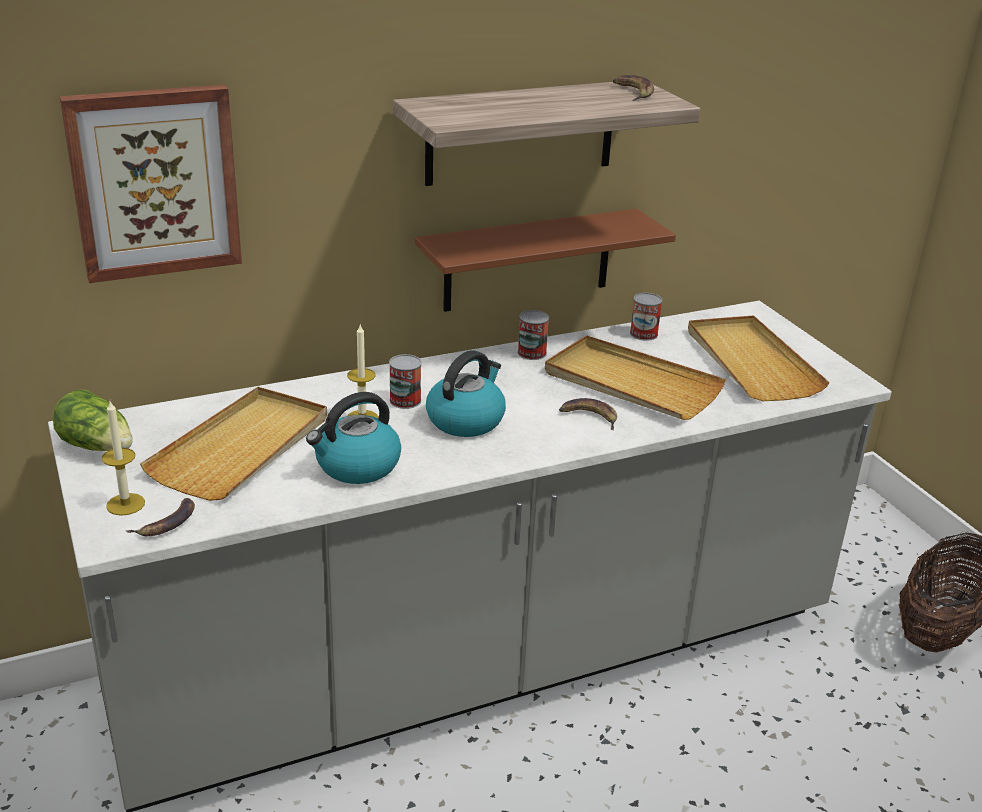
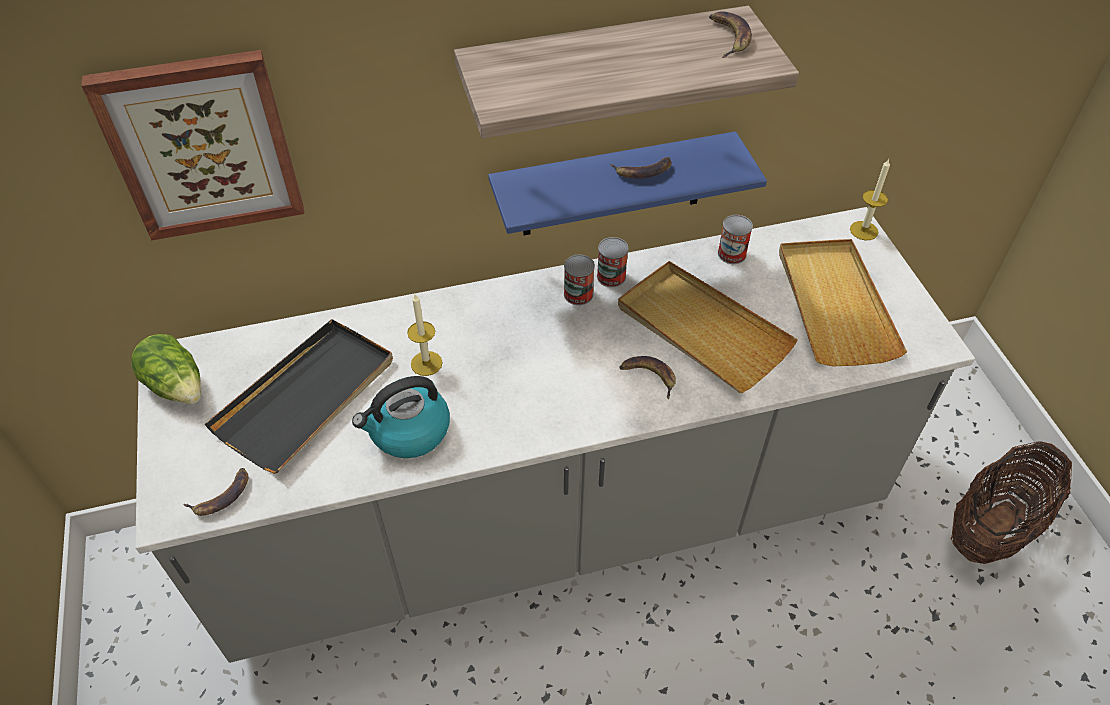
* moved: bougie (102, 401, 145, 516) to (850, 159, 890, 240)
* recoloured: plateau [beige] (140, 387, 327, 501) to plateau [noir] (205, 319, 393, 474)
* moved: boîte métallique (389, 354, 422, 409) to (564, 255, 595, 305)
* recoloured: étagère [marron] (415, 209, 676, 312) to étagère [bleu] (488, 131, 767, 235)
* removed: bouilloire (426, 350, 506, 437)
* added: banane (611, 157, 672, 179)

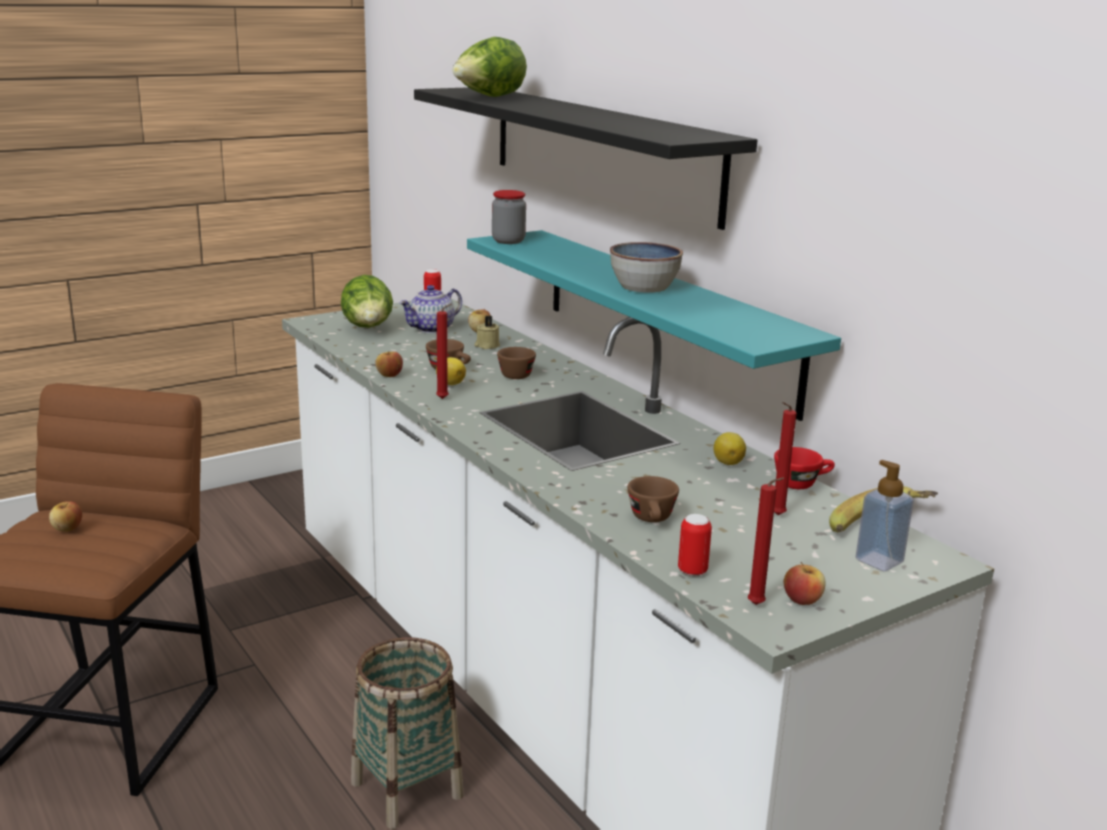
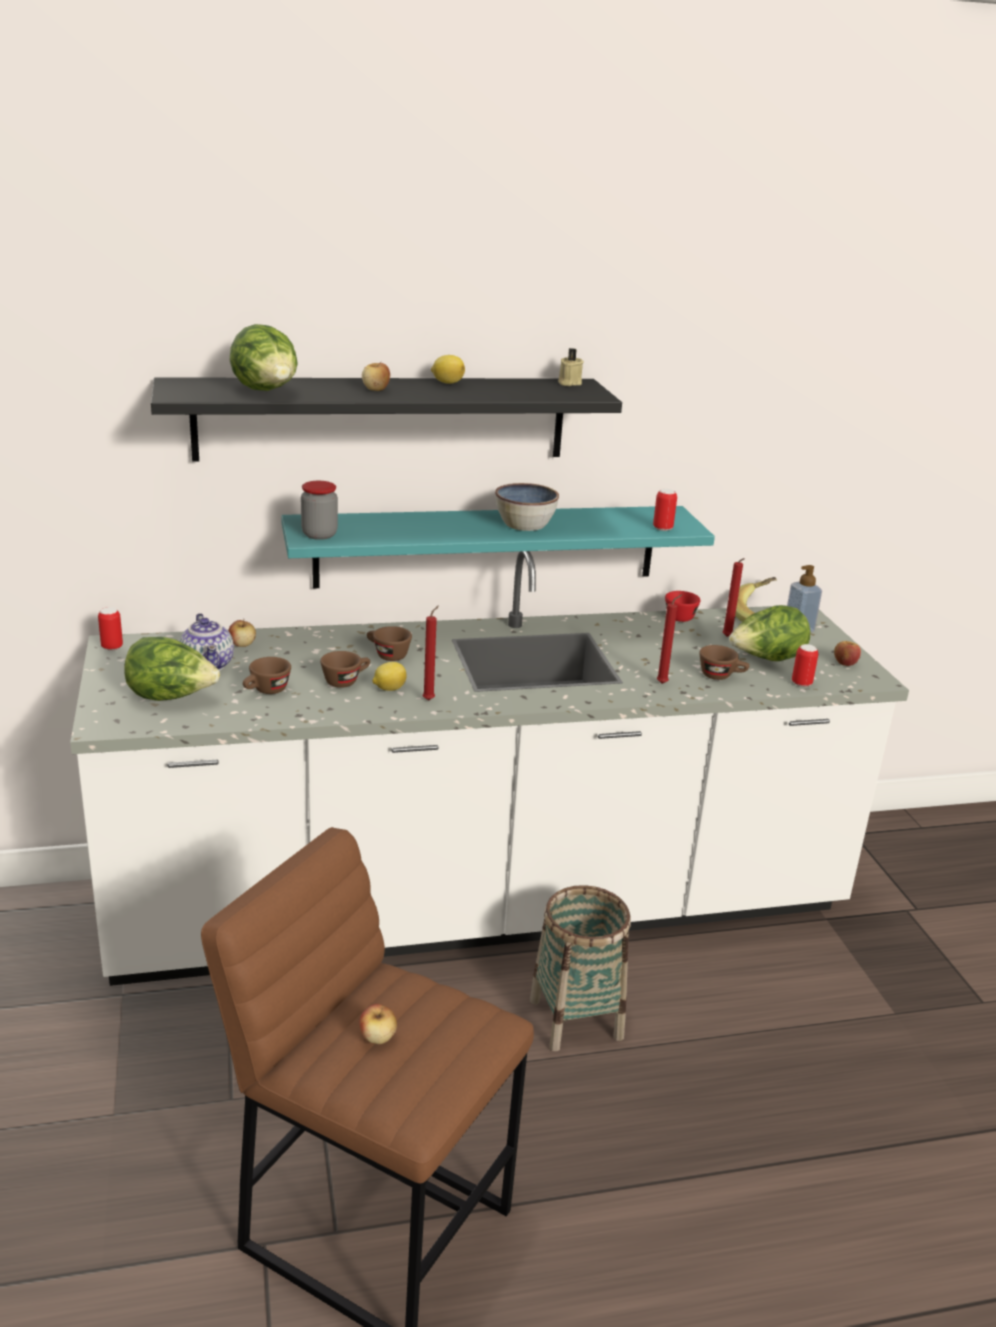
* moved: pomme (375, 352, 403, 377) to (362, 362, 390, 391)
* moved: bougie [beige] (474, 316, 500, 349) to (558, 348, 584, 386)
* moved: citron (714, 432, 746, 465) to (431, 355, 465, 384)
* moved: bougie [rouge] (748, 478, 784, 605) to (657, 595, 682, 684)
* added: tasse [marron] (243, 657, 291, 694)
* added: boîte métallique (653, 489, 677, 531)
* added: laitue (729, 605, 810, 661)

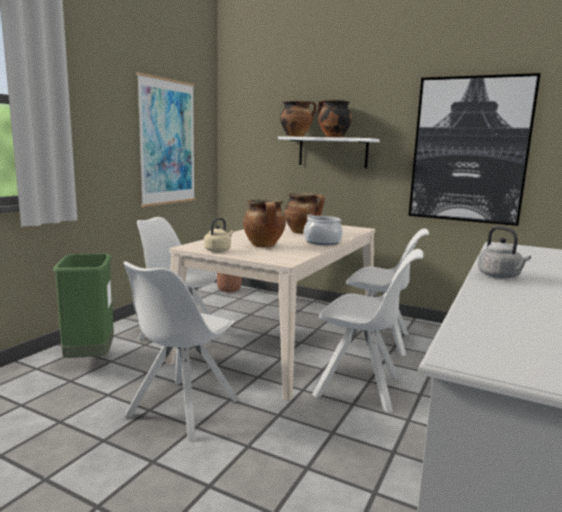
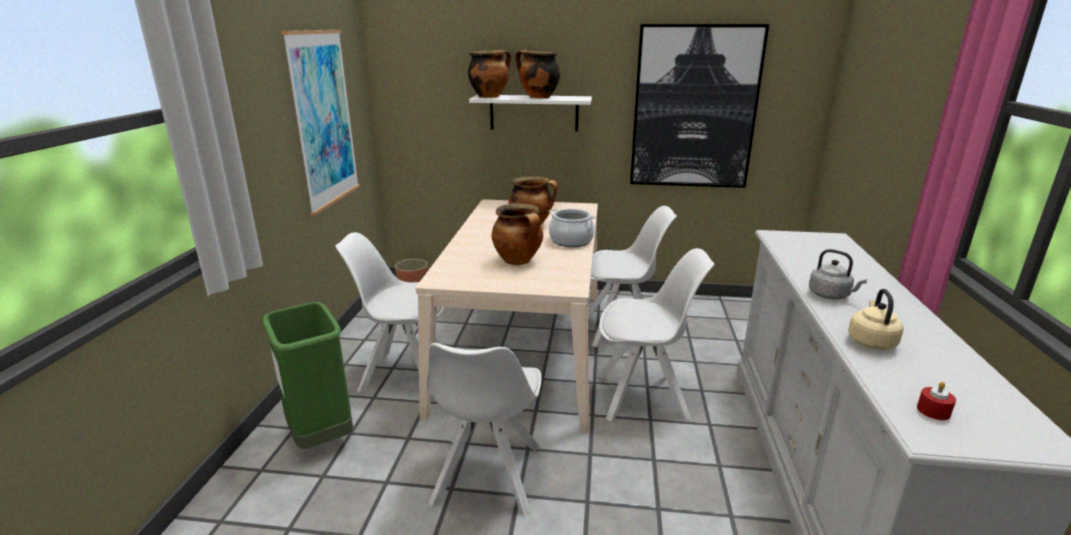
* moved: bouilloire [beige] (204, 218, 234, 252) to (848, 289, 904, 350)
* added: bougie [rouge] (917, 382, 956, 420)

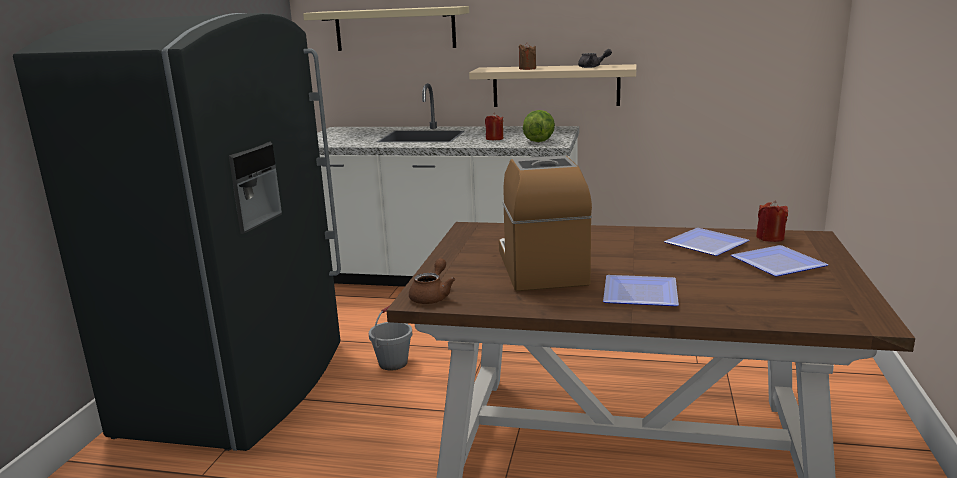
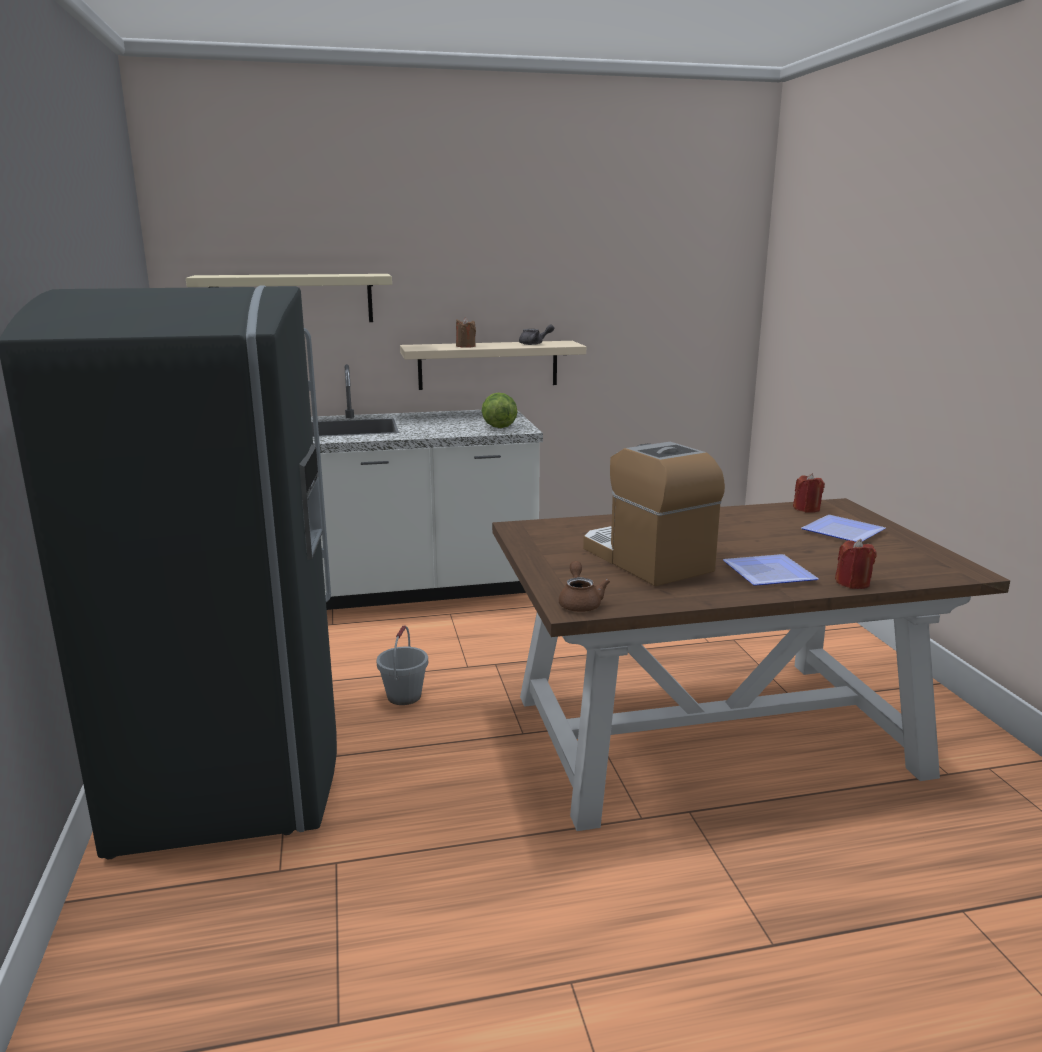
* moved: bougie [rouge] (485, 113, 503, 140) to (835, 539, 877, 589)
* removed: assiette (664, 228, 749, 256)

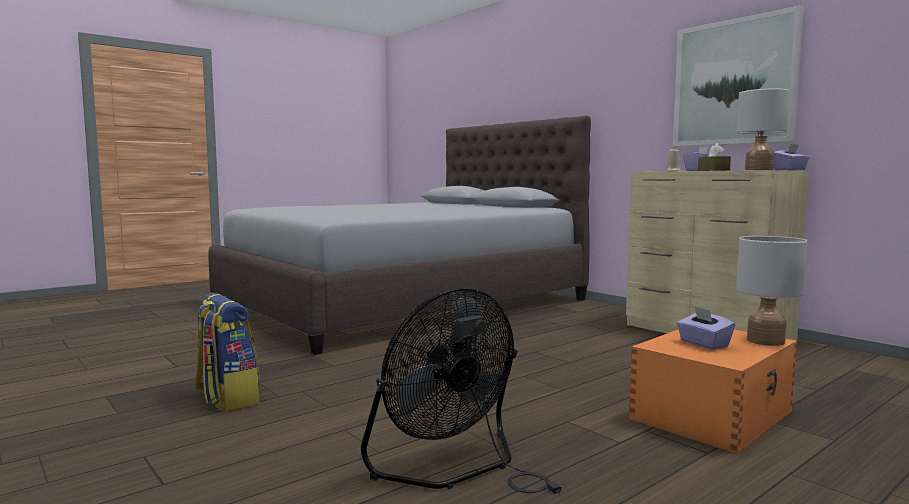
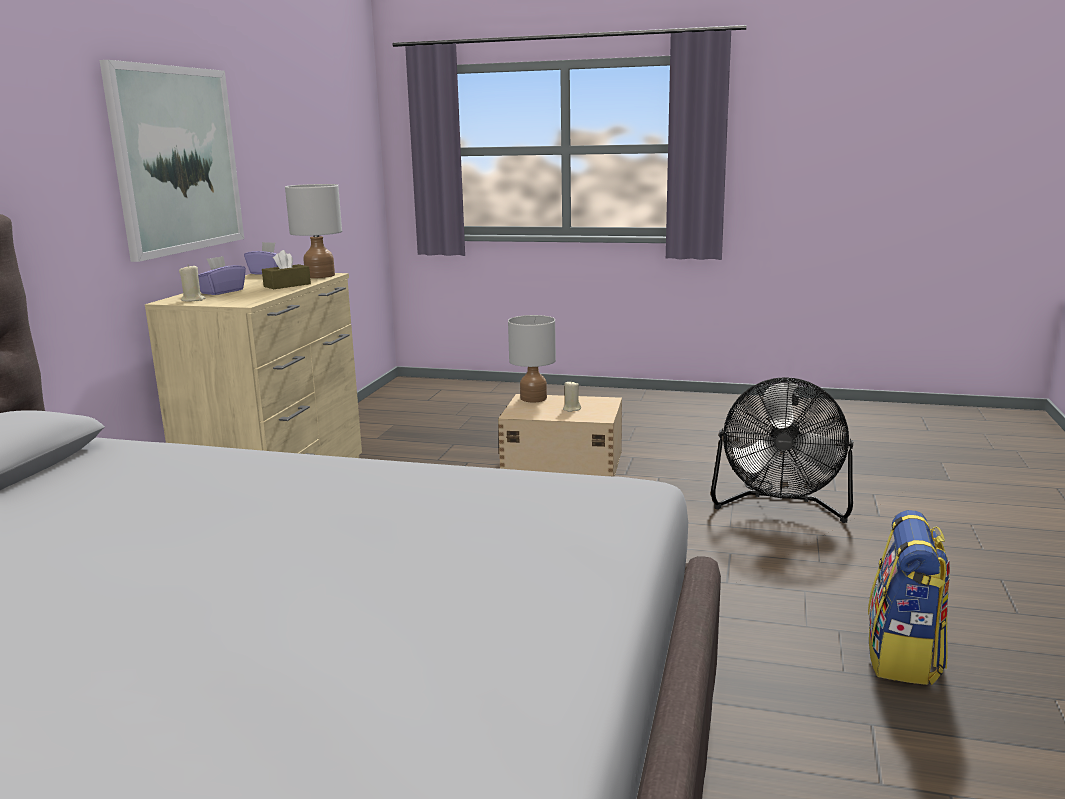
* recoloured: boîte de rangement [orange] (629, 329, 797, 454) to boîte de rangement [beige] (498, 394, 622, 476)
* replaced: boîte à mouchoirs [violet] (677, 306, 735, 350) to bougie [beige] (563, 380, 581, 412)

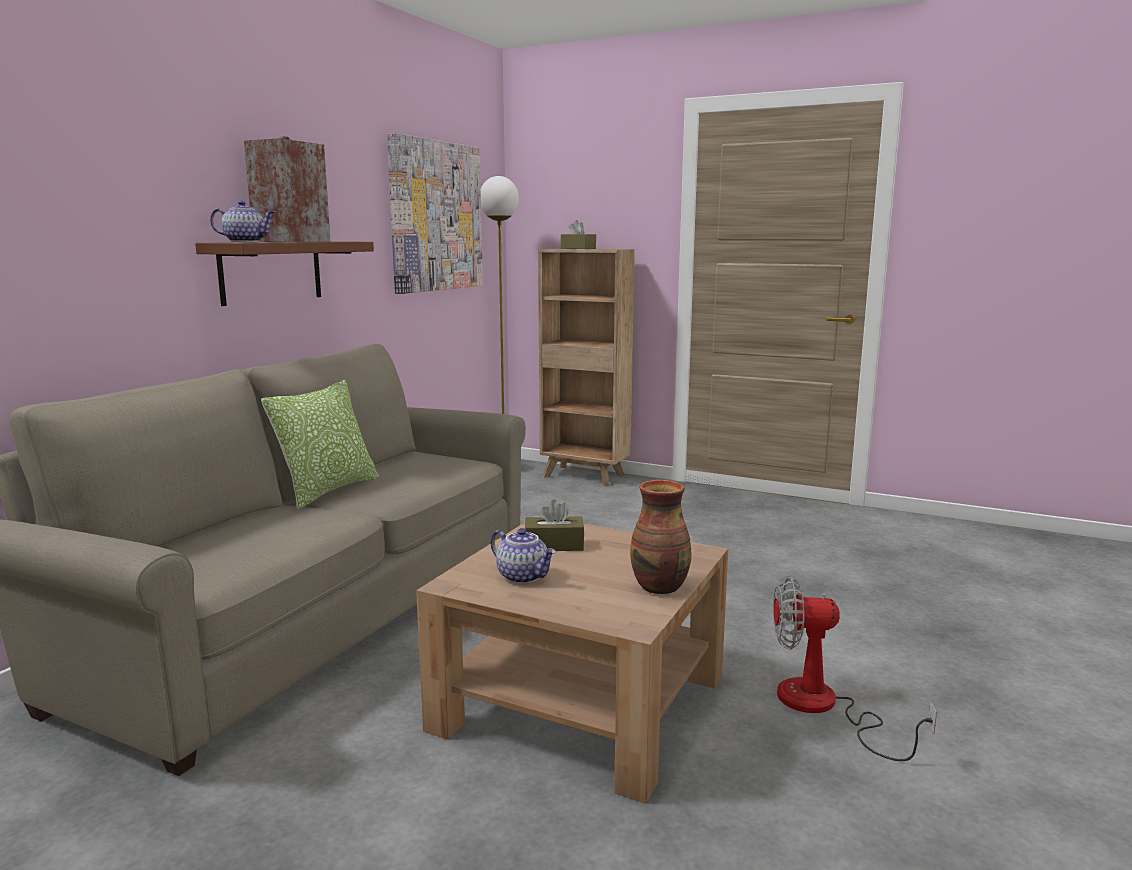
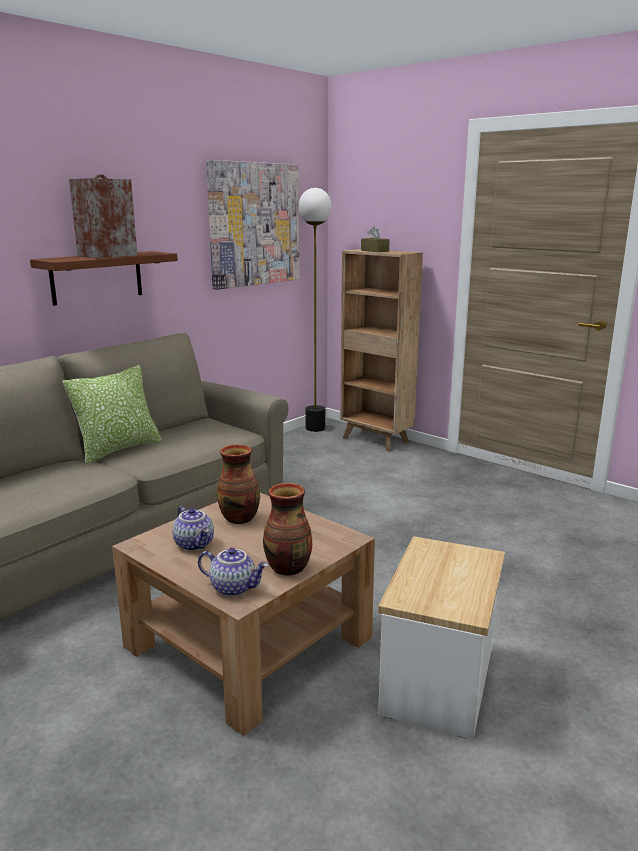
* moved: théière (210, 201, 275, 242) to (198, 548, 268, 597)
* replaced: boîte à mouchoirs [marron] (525, 499, 584, 551) to vase (217, 444, 260, 524)
* replaced: ventilateur (773, 576, 937, 761) to table d'appoint (378, 536, 505, 740)

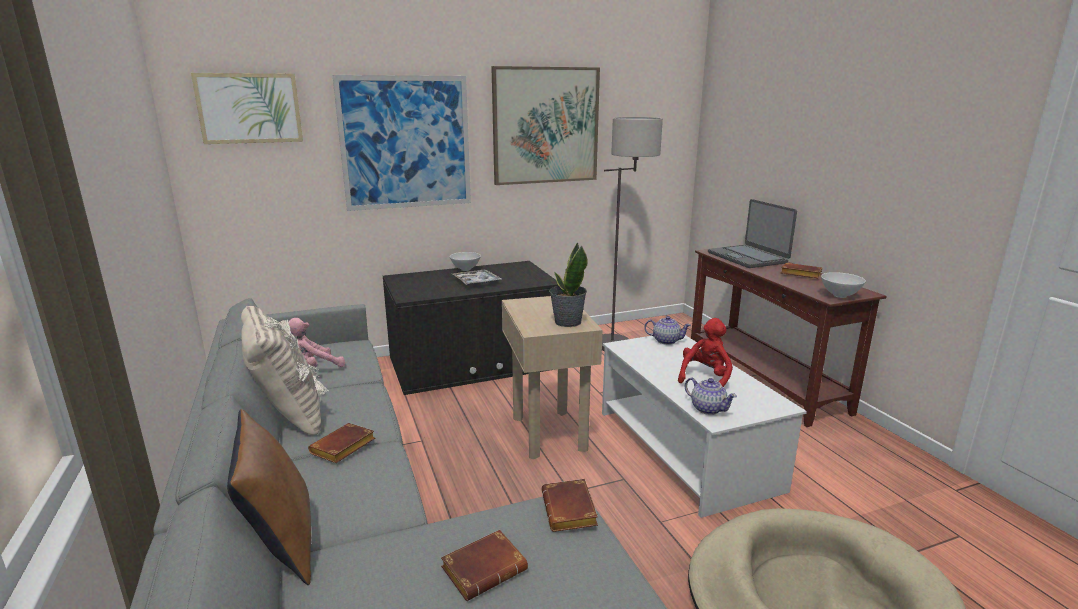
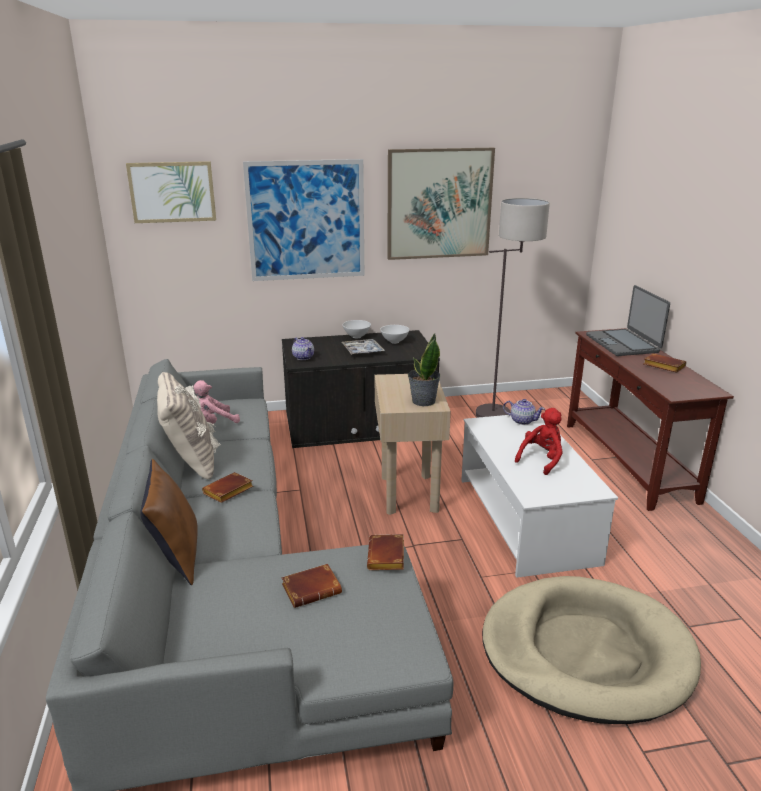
* moved: théière (685, 377, 737, 415) to (292, 337, 314, 360)
* moved: bol [blanc] (821, 272, 866, 298) to (380, 325, 409, 344)

